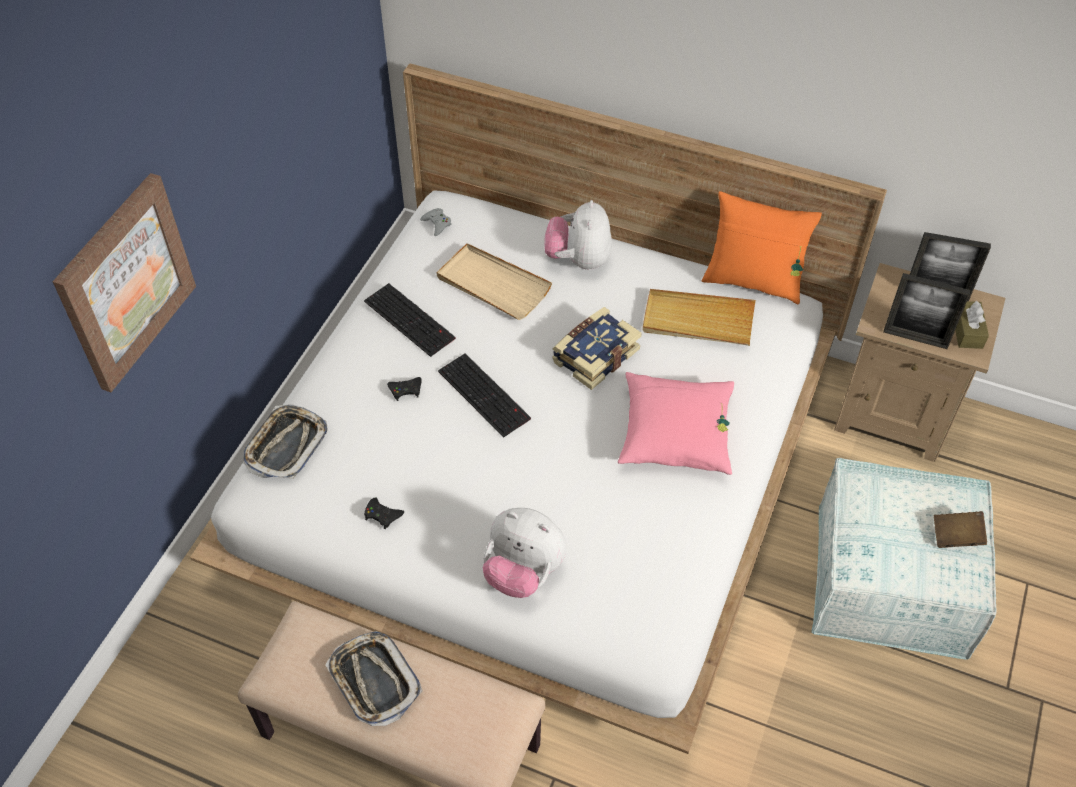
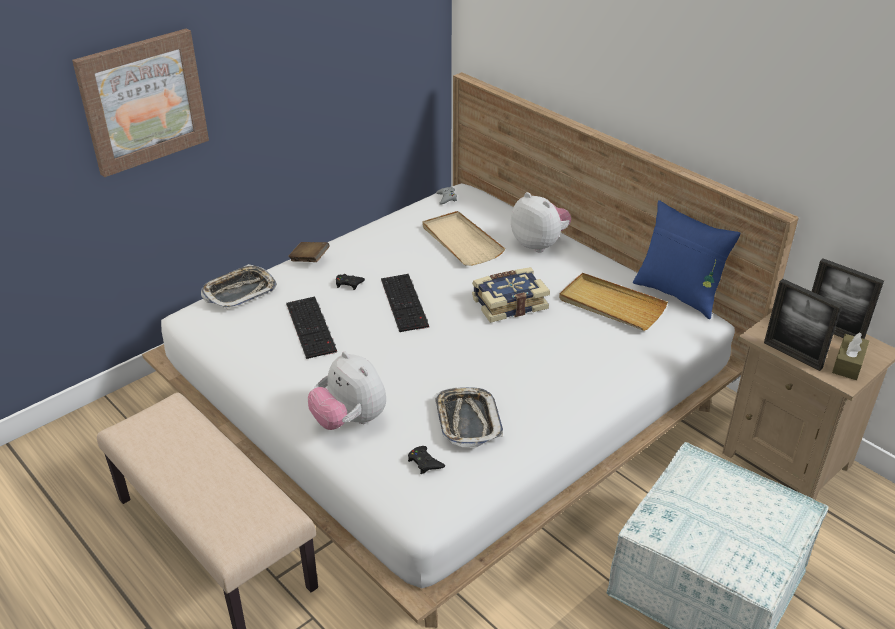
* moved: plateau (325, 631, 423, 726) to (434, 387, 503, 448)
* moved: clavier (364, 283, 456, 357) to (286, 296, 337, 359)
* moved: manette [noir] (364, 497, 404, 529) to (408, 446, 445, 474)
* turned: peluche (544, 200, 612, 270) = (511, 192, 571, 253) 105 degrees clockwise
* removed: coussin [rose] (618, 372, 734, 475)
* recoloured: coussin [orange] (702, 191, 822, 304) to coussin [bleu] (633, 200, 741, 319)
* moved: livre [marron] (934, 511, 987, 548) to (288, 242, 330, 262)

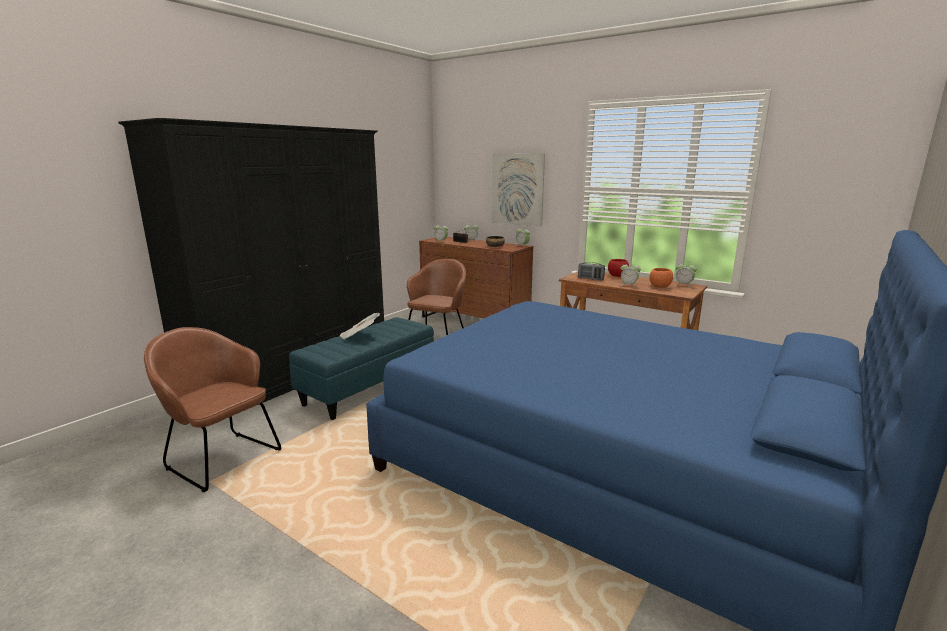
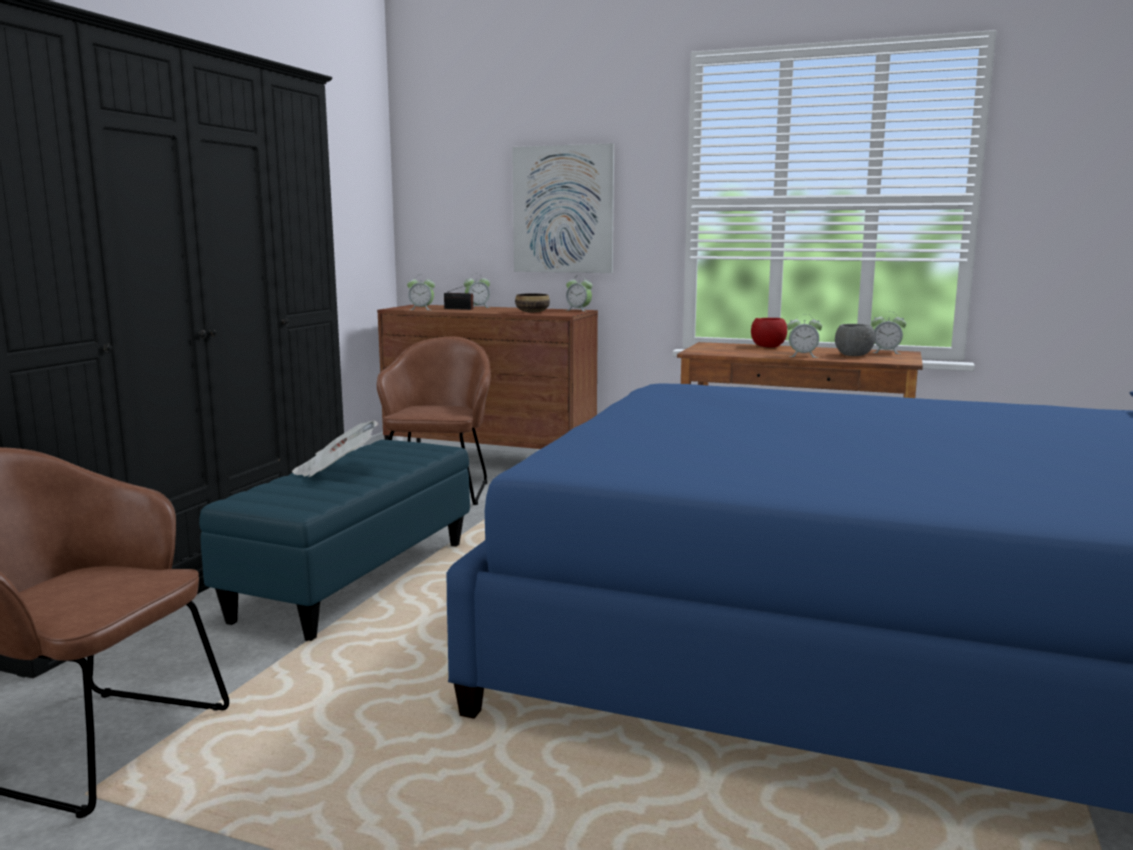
* removed: radio (578, 262, 605, 280)
* recoloured: bol [orange] (649, 268, 673, 288) to bol [gris] (835, 324, 875, 356)

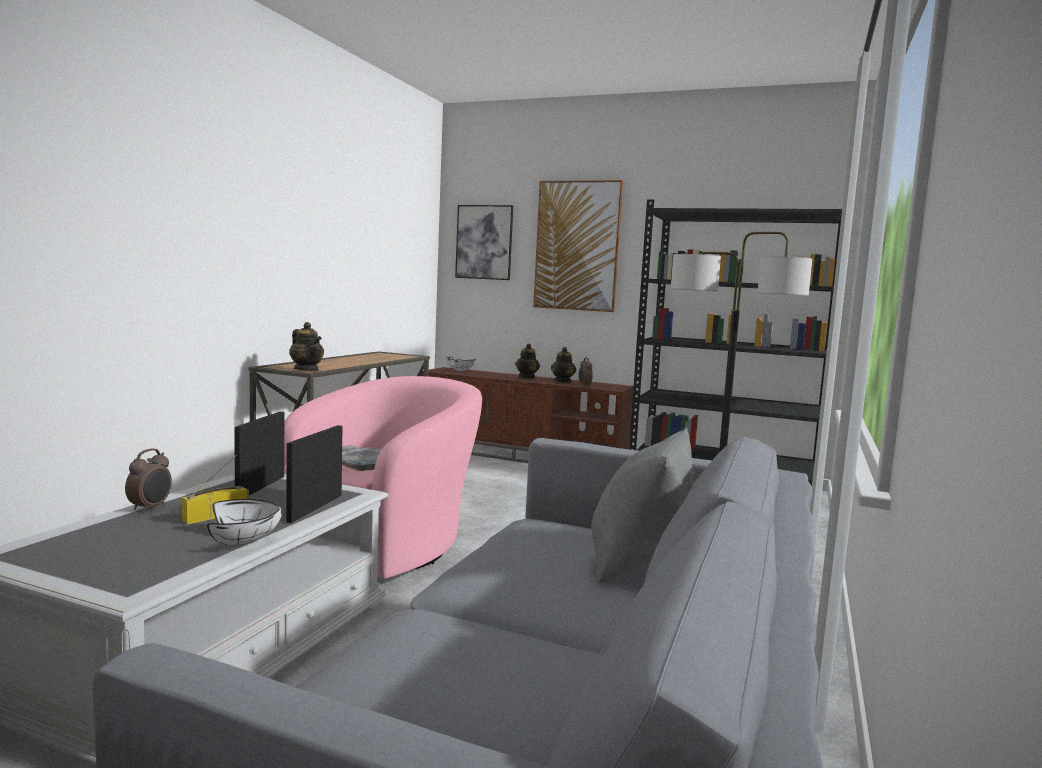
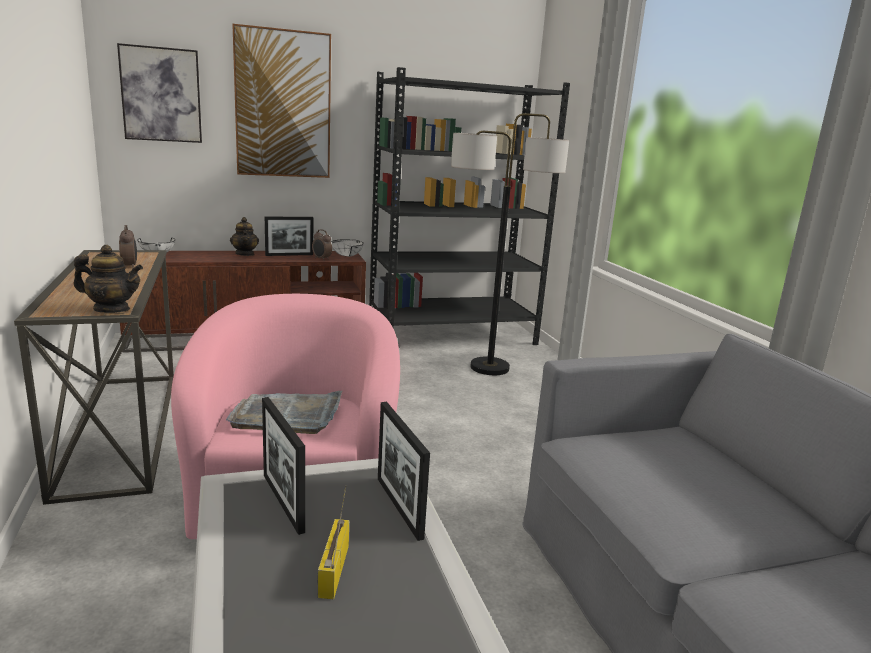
* moved: réveil (125, 448, 172, 513) to (119, 225, 137, 268)
* moved: bol [blanc] (207, 499, 282, 545) to (331, 239, 364, 257)
* replaced: théière (551, 347, 576, 383) to cadre photo (265, 217, 313, 256)
* removed: coussin [gris] (591, 428, 695, 583)

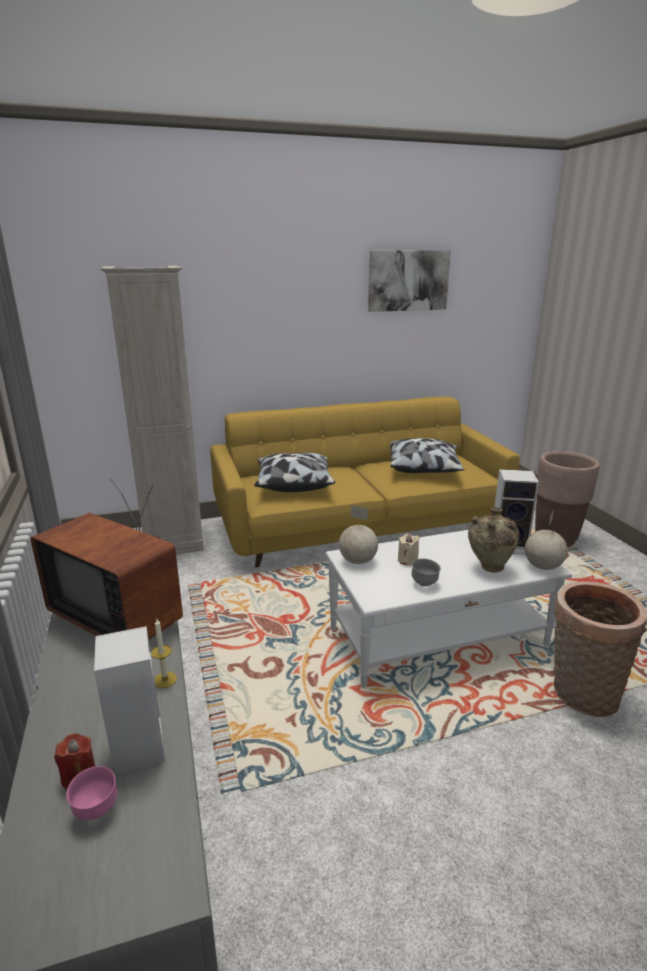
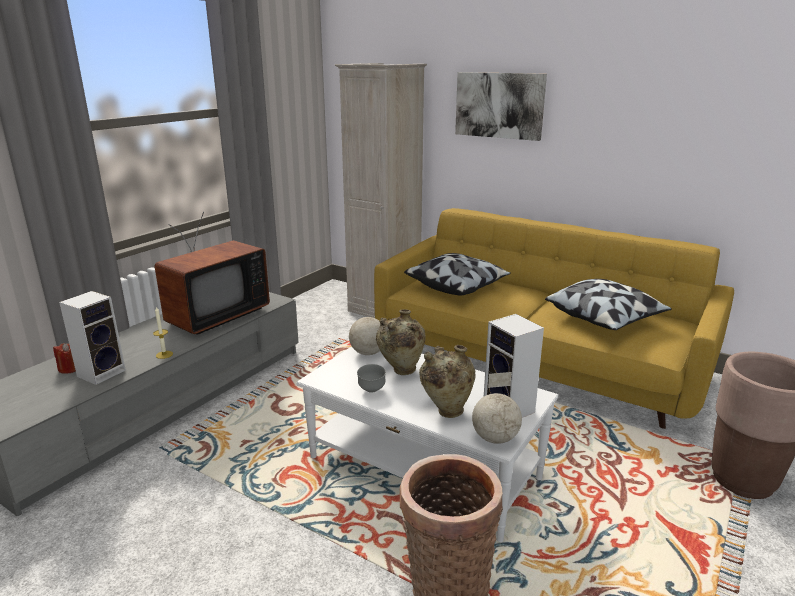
* turned: téléviseur (30, 478, 183, 640) = (155, 212, 270, 335) 135 degrees counterclockwise
* removed: bol [rose] (66, 766, 117, 820)
* moved: tableau (368, 250, 451, 312) to (455, 72, 547, 141)
* replaced: bougie [beige] (398, 534, 419, 565) to vase [beige] (376, 309, 426, 375)

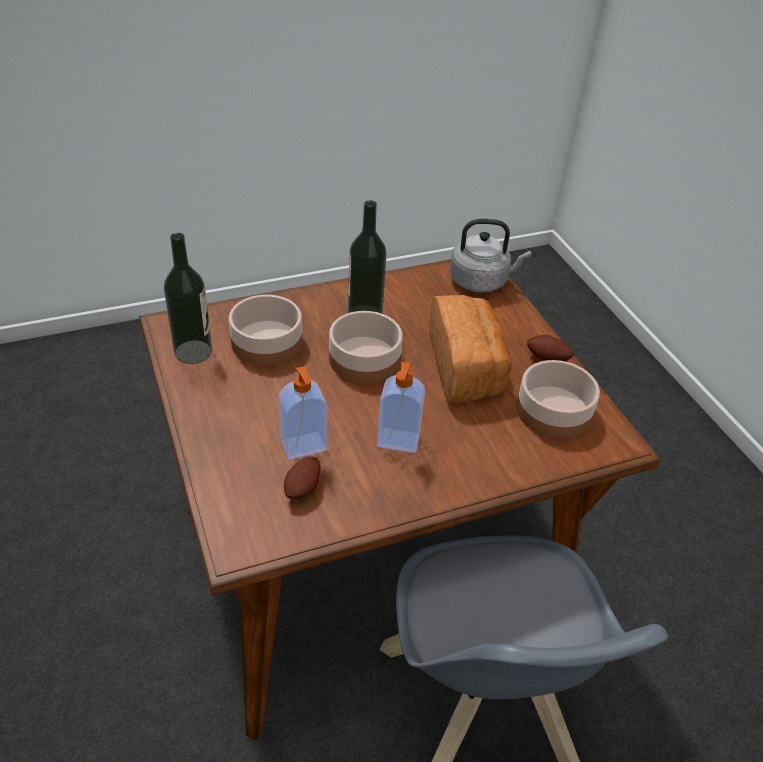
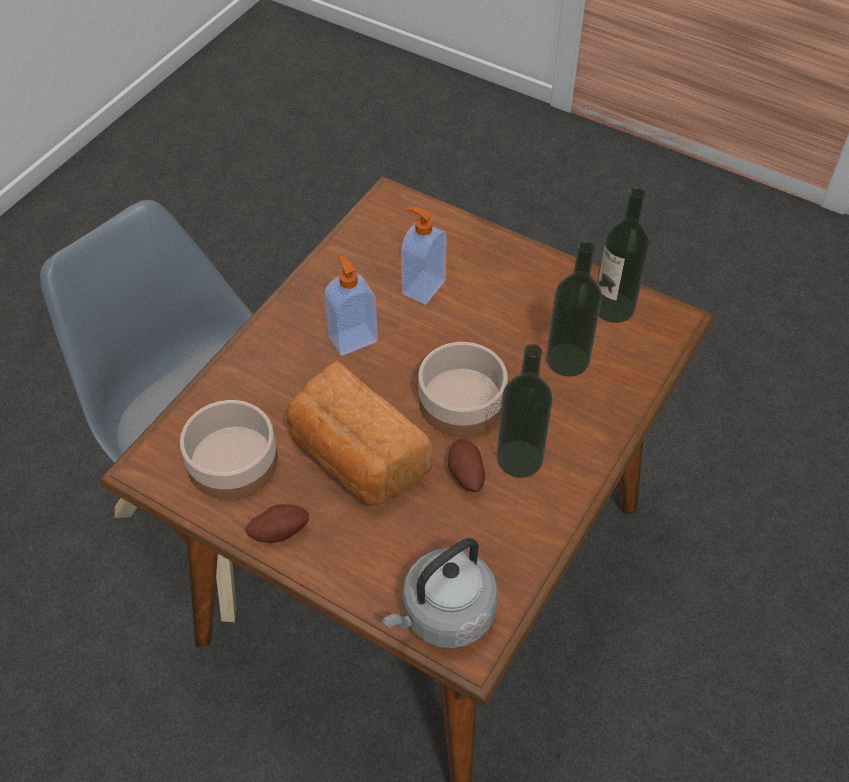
* replaced: bol (229, 295, 302, 366) to bouteille (546, 241, 602, 377)
* moved: pomme de terre (284, 456, 321, 500) to (448, 439, 485, 492)

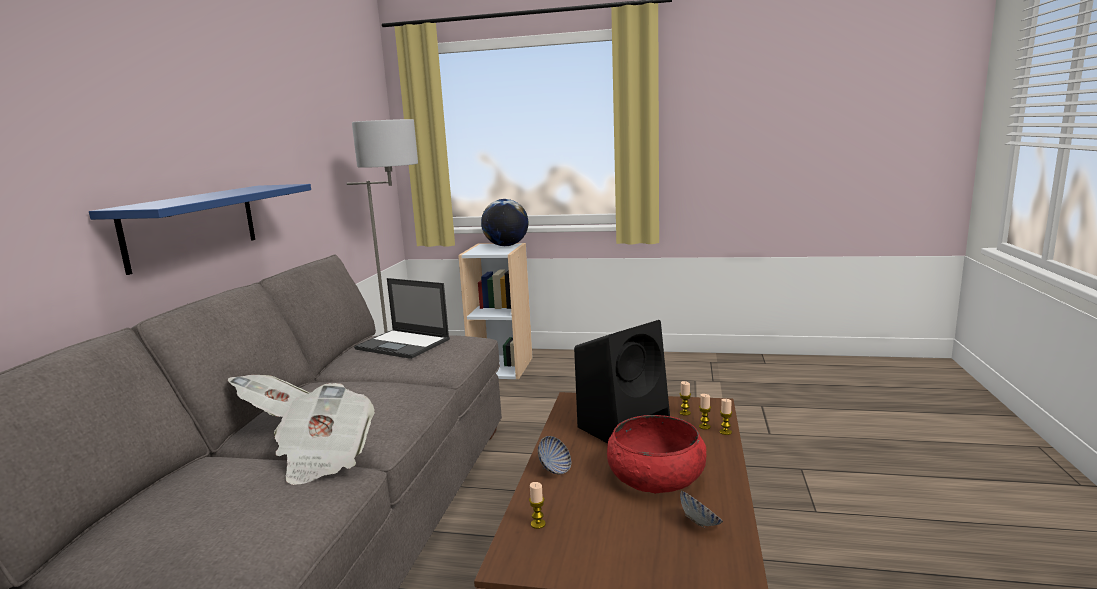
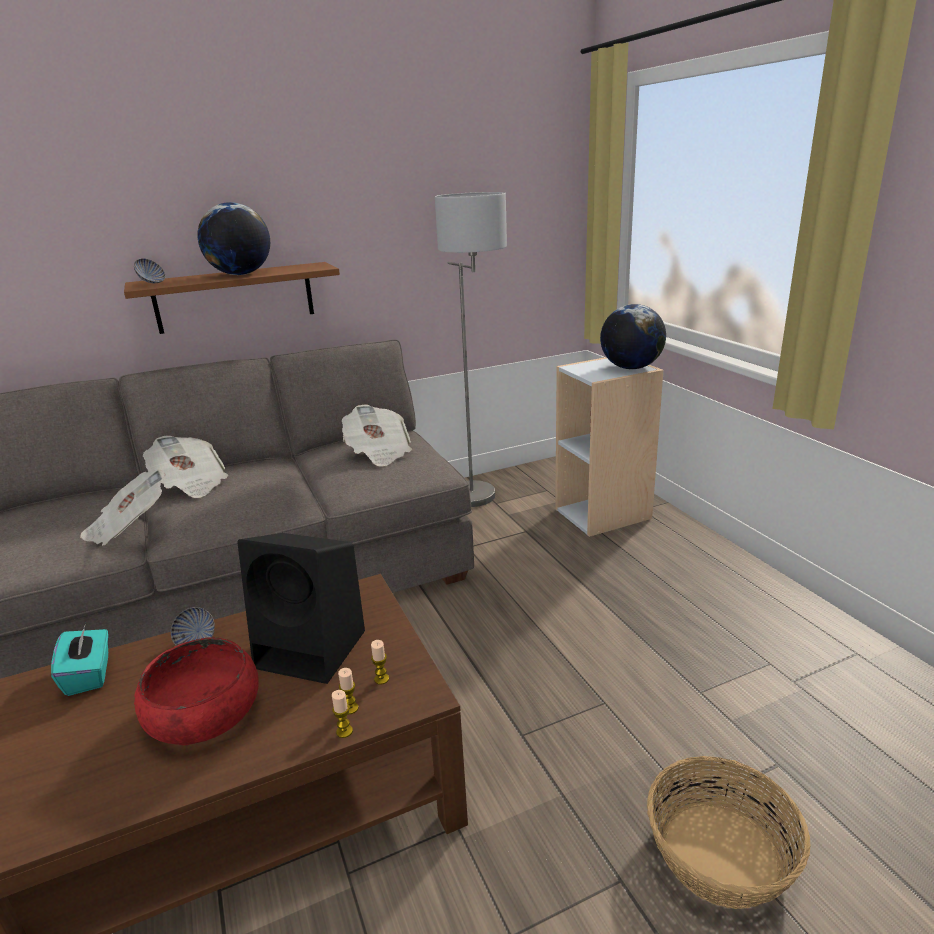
* recoloured: étagère [bleu] (89, 184, 311, 275) to étagère [marron] (124, 262, 340, 334)
* replaced: ordinateur portable (354, 278, 450, 359) to journal (342, 405, 412, 467)
* replaced: bougie (529, 482, 546, 529) to boîte à mouchoirs [turquoise] (51, 623, 108, 696)
* moved: bol (680, 491, 723, 528) to (134, 258, 165, 283)
* added: globe (197, 202, 270, 275)
* added: panier (647, 756, 811, 909)

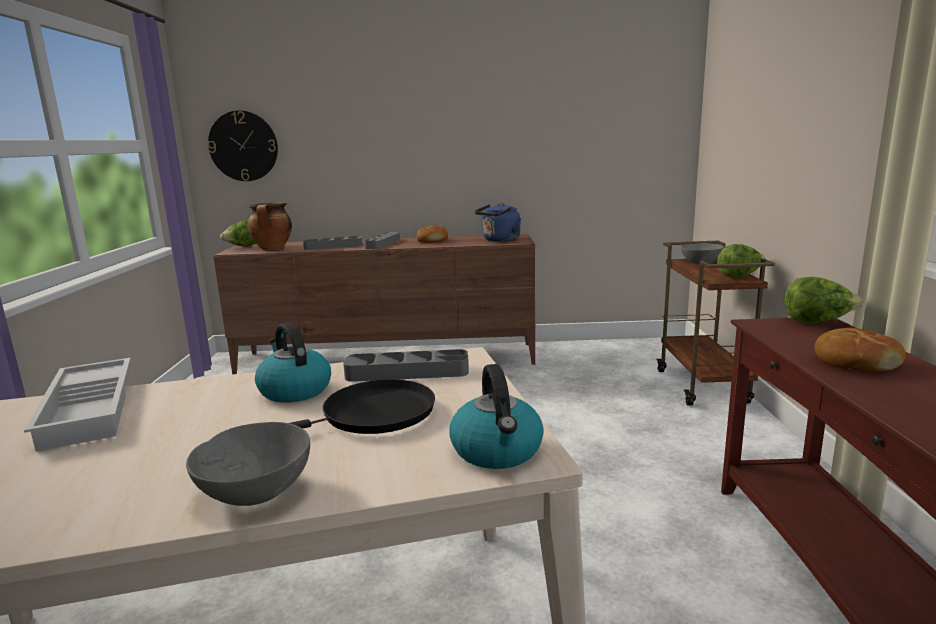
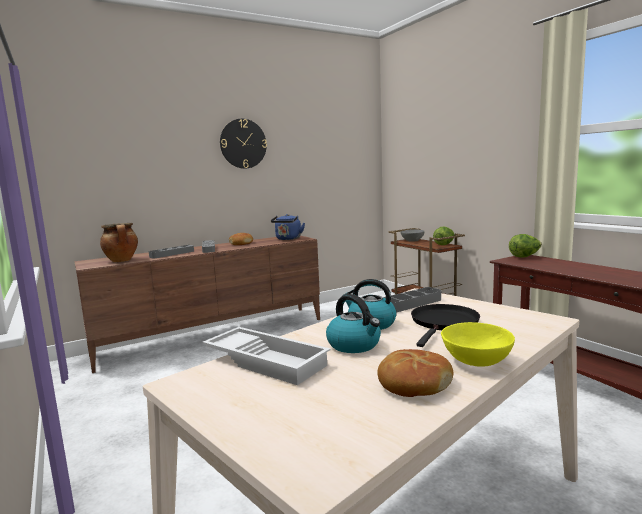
* recoloured: bol [gris] (186, 422, 310, 506) to bol [jaune] (441, 322, 515, 367)
* moved: horloge murale (208, 111, 278, 181) to (220, 119, 267, 169)
* removed: laitue (220, 220, 256, 246)
* moved: bouilloire (450, 364, 544, 469) to (326, 294, 381, 353)
* moved: pain (814, 328, 906, 372) to (377, 349, 453, 397)

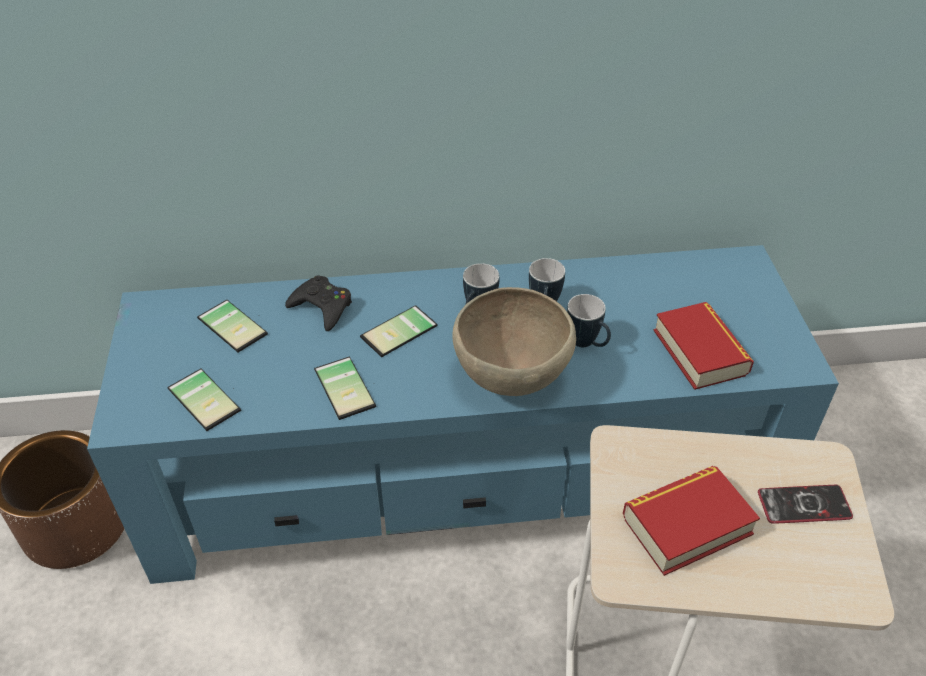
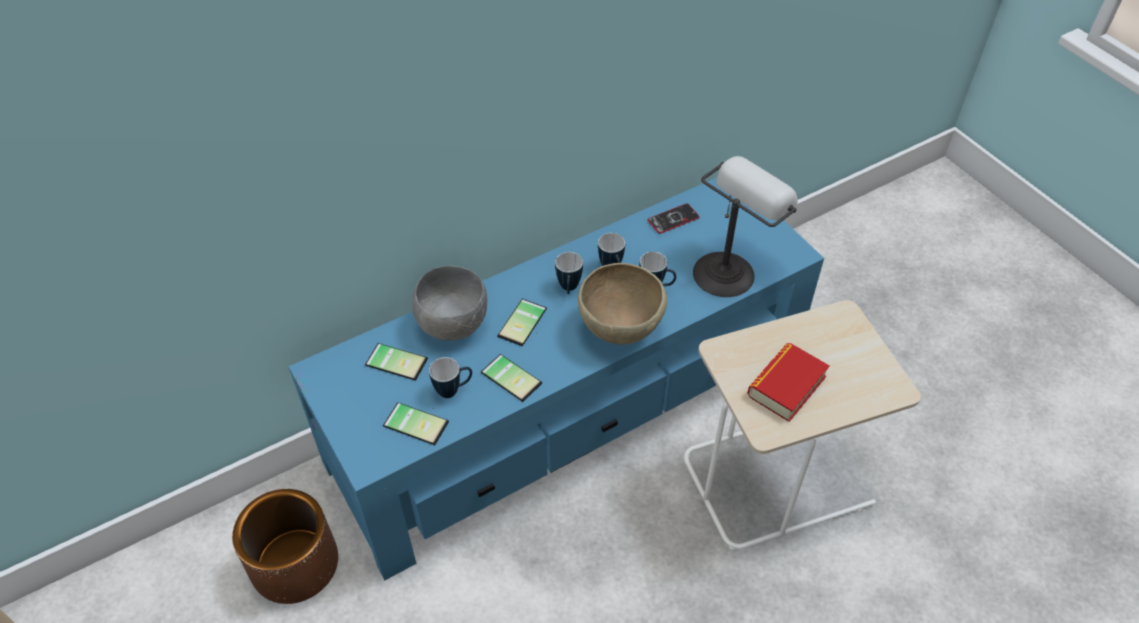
* replaced: manette [noir] (285, 275, 352, 331) to bol [gris] (412, 266, 487, 341)
* replaced: livre (653, 302, 754, 390) to lampe de table (693, 156, 798, 297)
* moved: téléphone (758, 485, 853, 524) to (647, 203, 699, 234)
* added: mug (429, 357, 472, 398)

